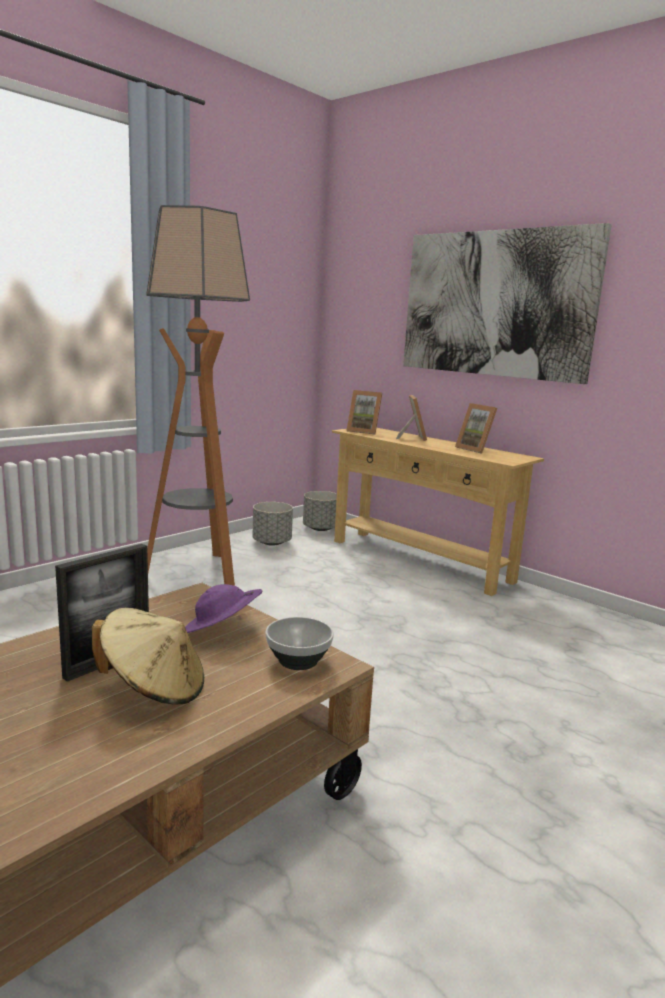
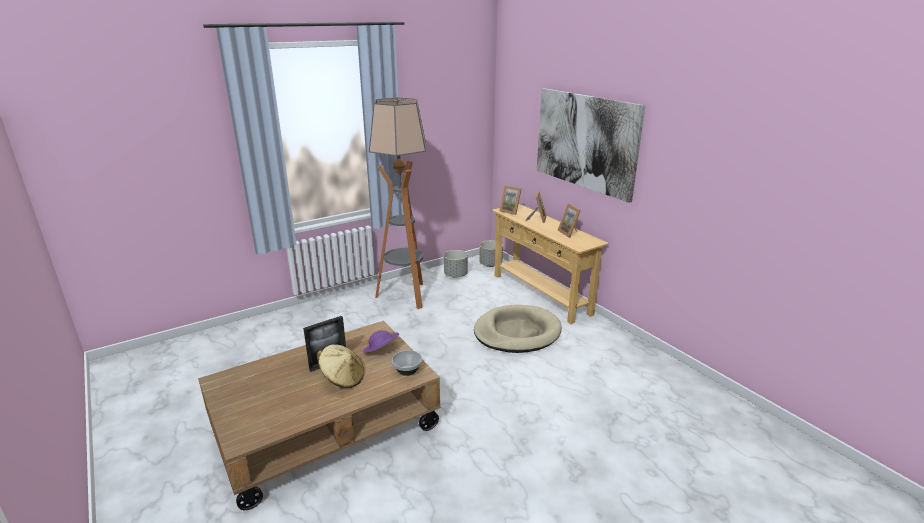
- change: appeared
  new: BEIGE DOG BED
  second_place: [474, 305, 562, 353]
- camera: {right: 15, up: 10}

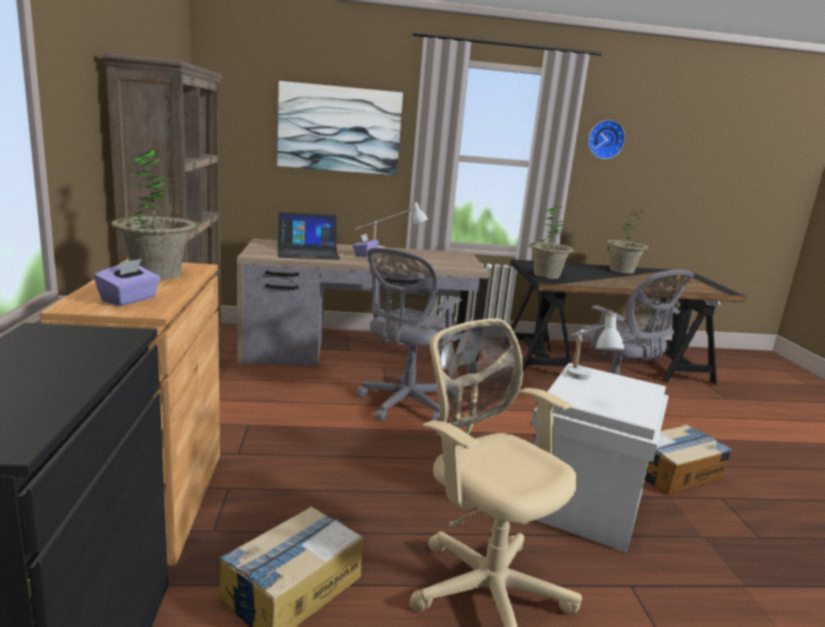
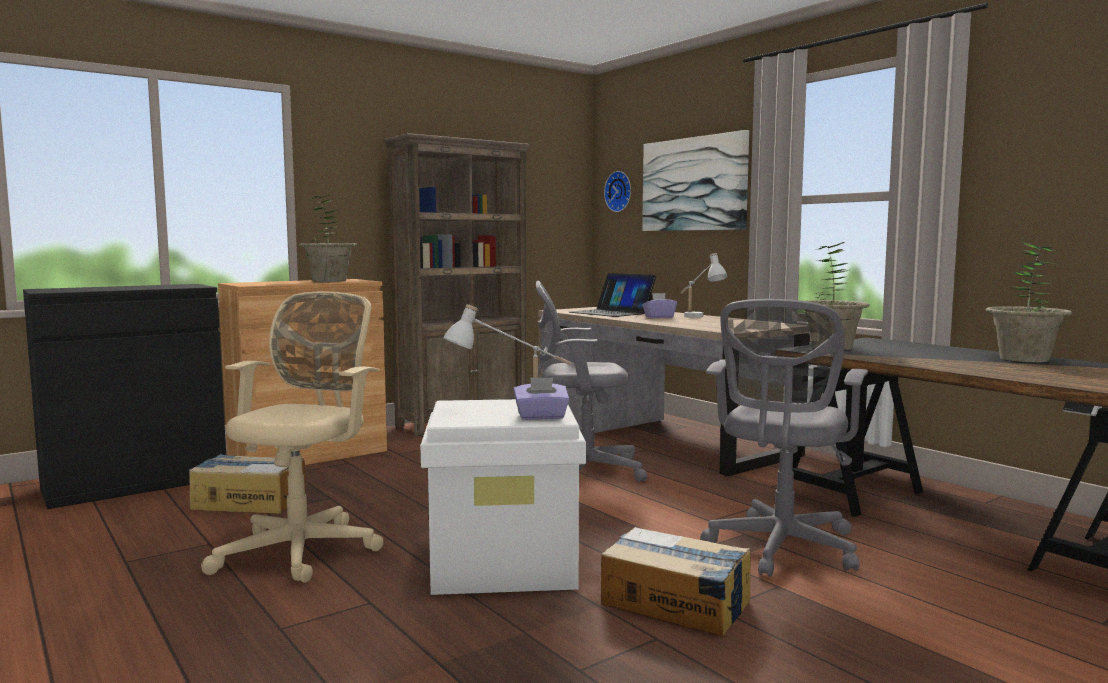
- change: relocated
  old: PURPLE TISSUE BOX
  first_place: [94, 259, 161, 306]
  second_place: [513, 377, 570, 420]
- change: relocated
  old: WALL CLOCK
  first_place: [588, 120, 625, 159]
  second_place: [604, 171, 631, 212]
- camera: {right: 60, up: -10}

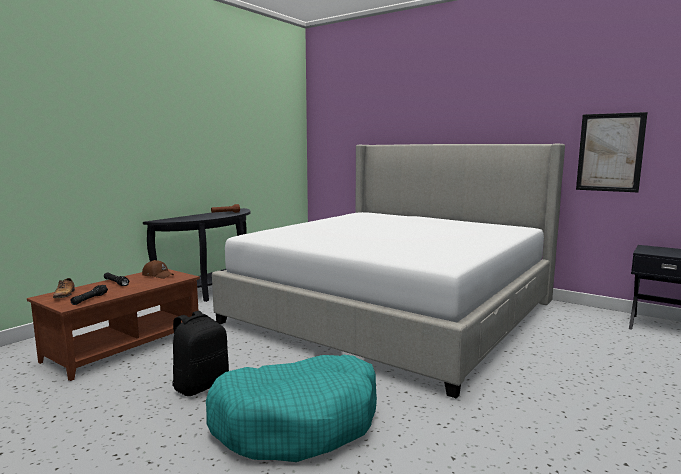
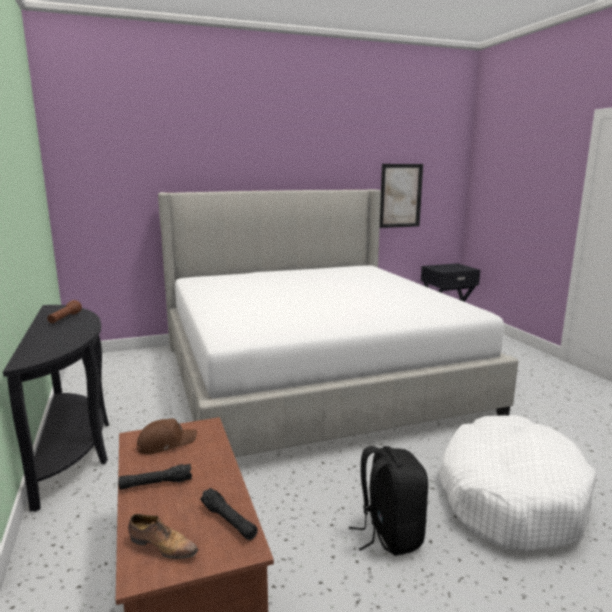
- change: colour
  old: TURQUOISE DOG BED
  new: WHITE DOG BED
  first_place: [206, 354, 377, 462]
  second_place: [439, 415, 596, 551]
- camera: {right: -55, up: 5}

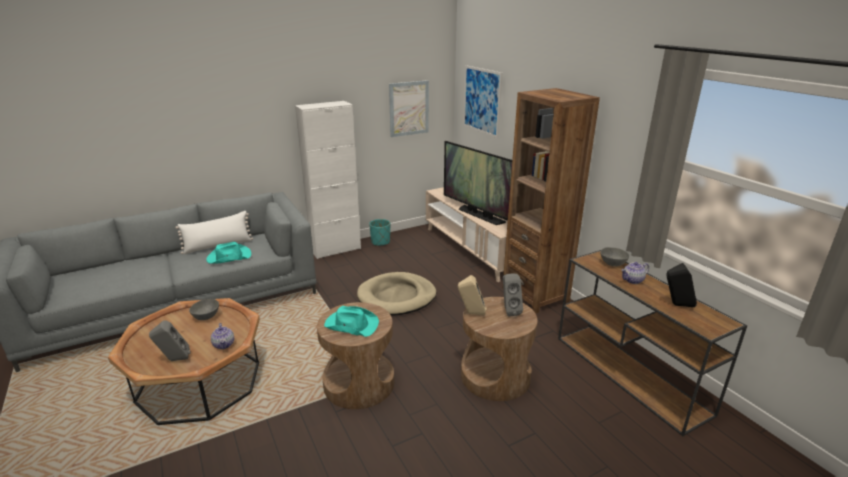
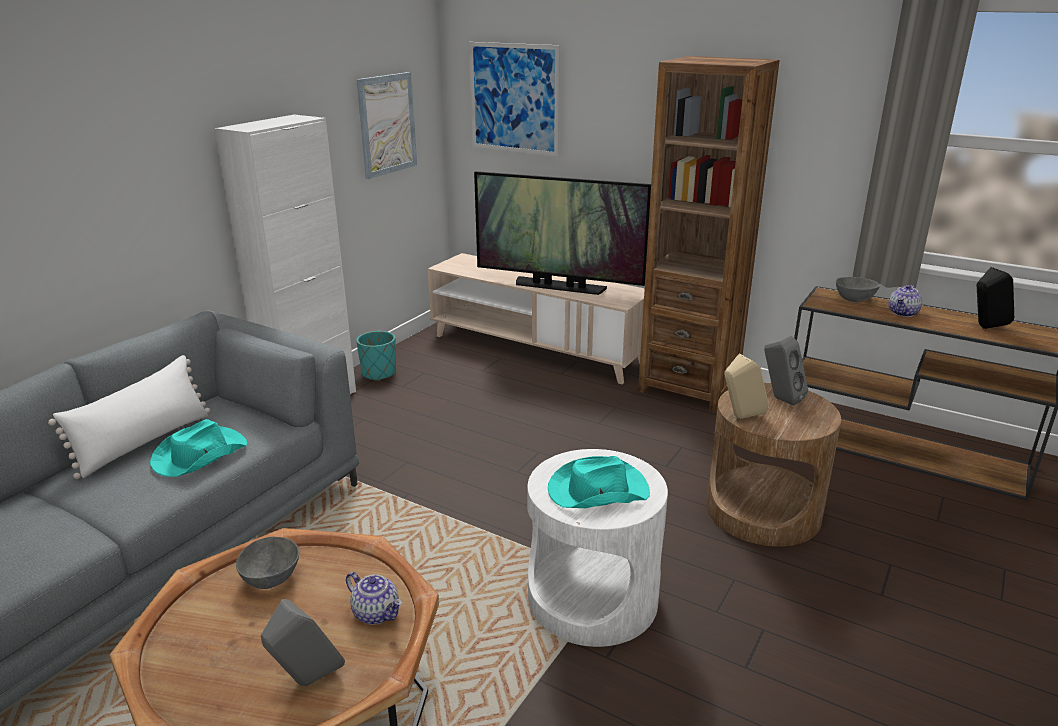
- change: missing
  old: BEIGE DOG BED
  first_place: [357, 272, 436, 315]
- change: colour
  old: BROWN SIDE TABLE
  new: WHITE SIDE TABLE
  first_place: [317, 302, 394, 409]
  second_place: [528, 449, 668, 647]
- camera: {right: -30, up: 0}

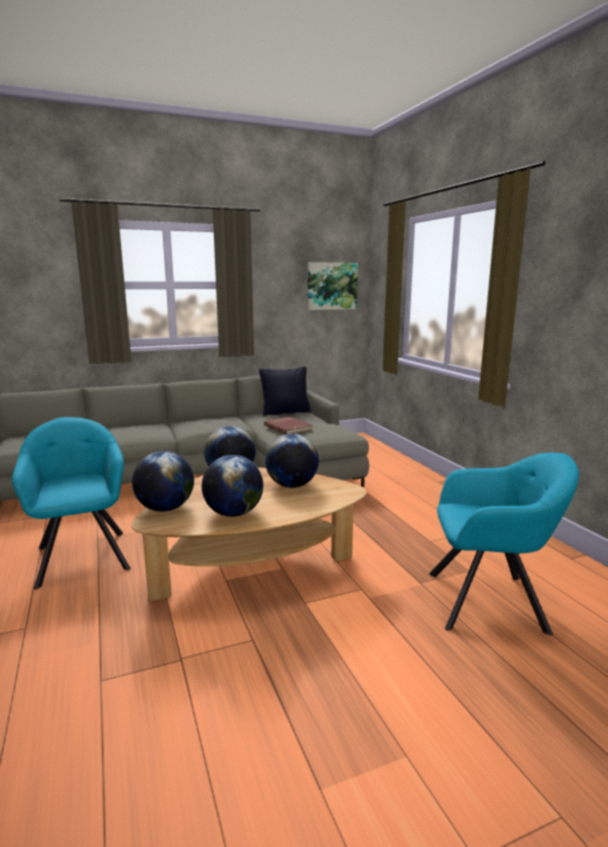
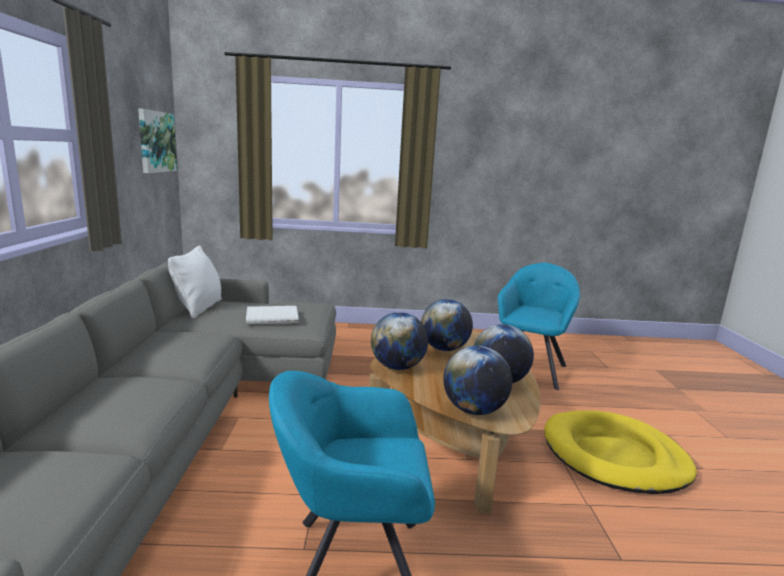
- change: appeared
  new: YELLOW DOG BED
  second_place: [544, 410, 697, 494]
- change: colour
  old: BLACK PILLOW
  new: WHITE PILLOW
  first_place: [259, 366, 311, 416]
  second_place: [168, 246, 222, 319]
- change: colour
  old: RED BOOK
  new: WHITE BOOK
  first_place: [264, 417, 313, 434]
  second_place: [246, 306, 299, 324]
- camera: {right: -70, up: 0}

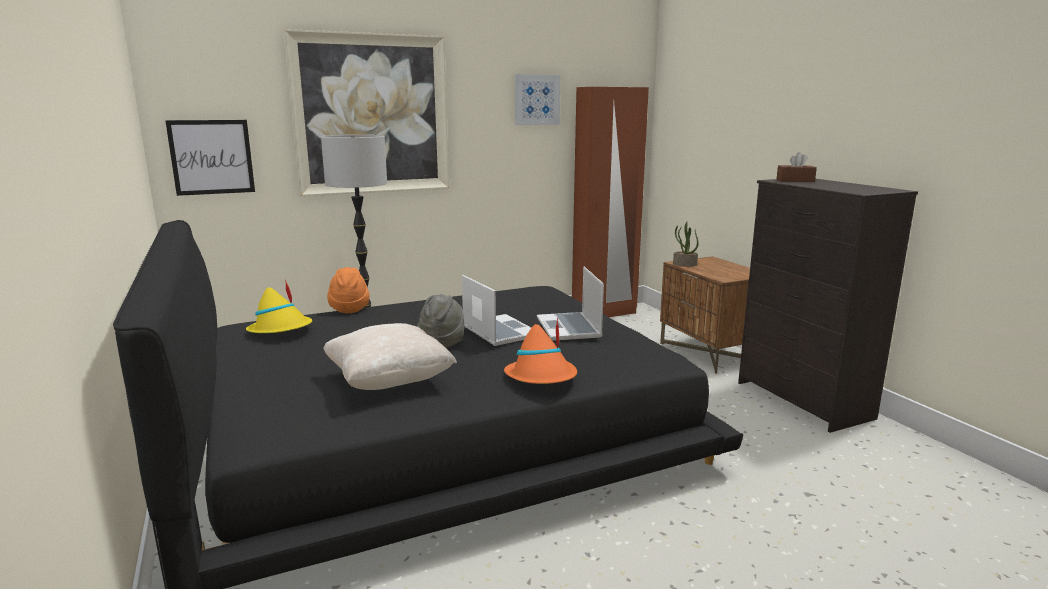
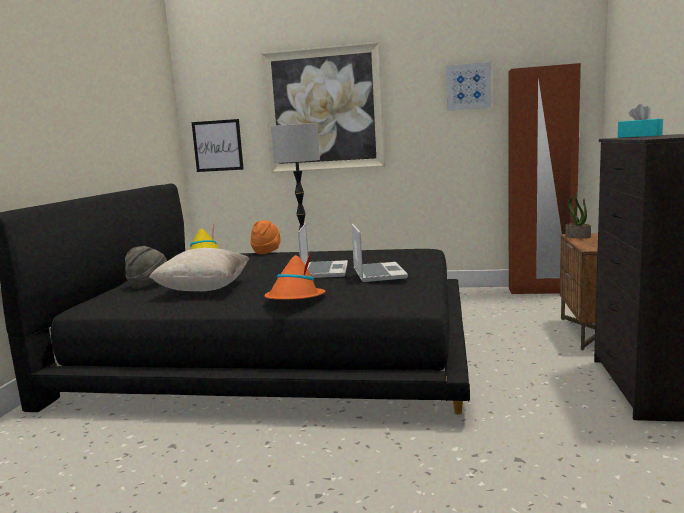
- change: relocated
  old: GREY HAT
  first_place: [417, 294, 464, 348]
  second_place: [125, 246, 167, 289]
- change: colour
  old: BROWN TISSUE BOX
  new: TURQUOISE TISSUE BOX
  first_place: [777, 152, 817, 182]
  second_place: [617, 104, 663, 138]
- change: spun
  old: LAPTOP
  first_place: [537, 267, 604, 341]
  second_place: [351, 224, 408, 282]
  degrees: 150
- camera: {right: 35, up: -5}

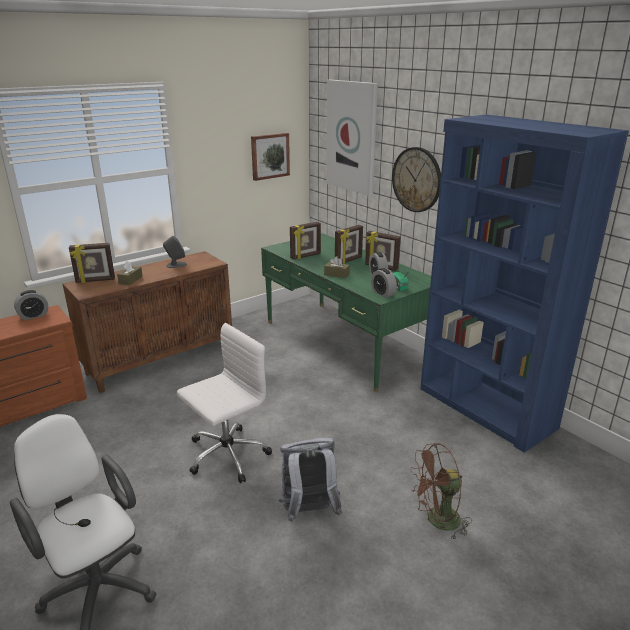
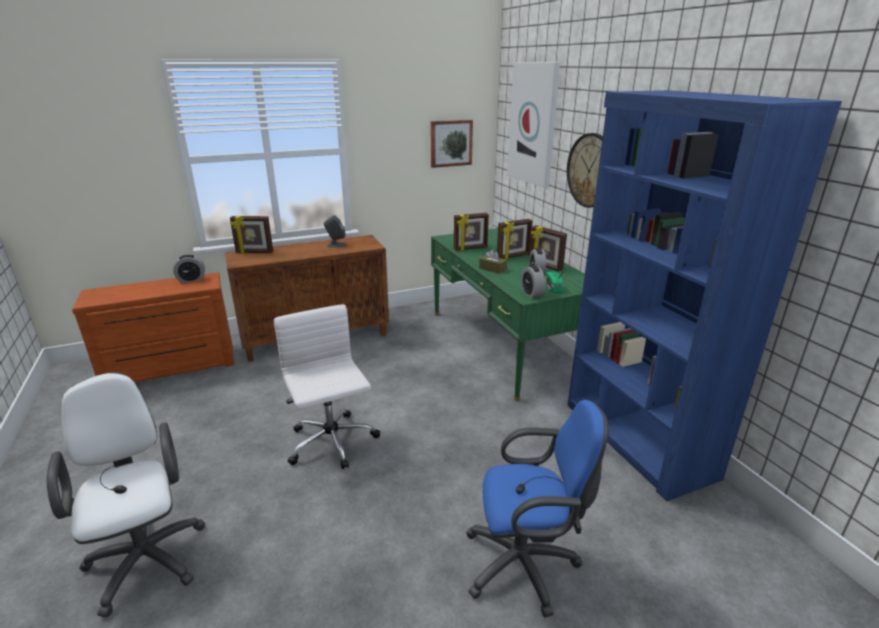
- change: missing
  old: BROWN TISSUE BOX
  first_place: [117, 261, 143, 285]
- change: missing
  old: GREY BACKPACK
  first_place: [279, 438, 342, 522]
- change: exchanged
  old: BROWN FAN
  new: BLUE OFFICE CHAIR
  first_place: [410, 443, 472, 540]
  second_place: [466, 400, 609, 617]
- change: spun
  old: WHITE OFFICE CHAIR
  first_place: [177, 323, 272, 483]
  second_place: [274, 304, 380, 469]
  degrees: -90
- camera: {right: 15, up: 0}

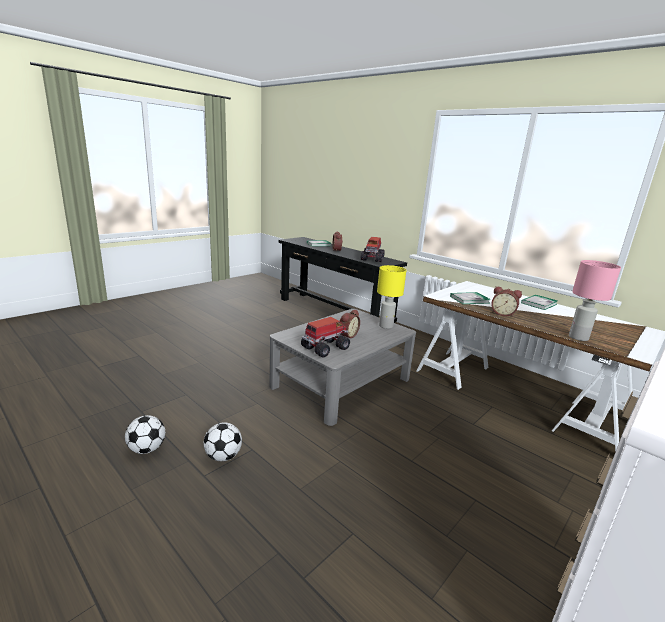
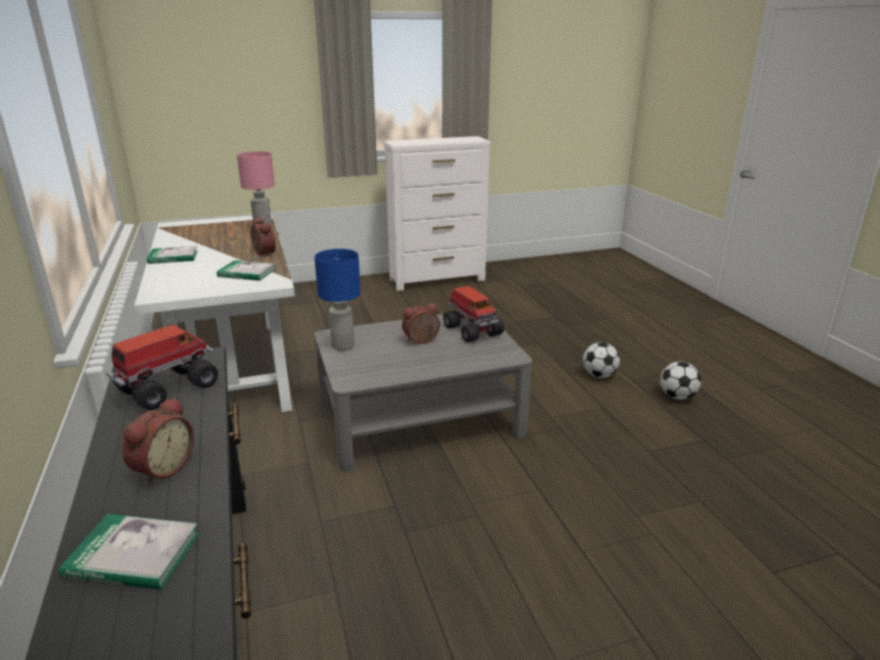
- change: colour
  old: YELLOW TABLE LAMP
  new: BLUE TABLE LAMP
  first_place: [377, 265, 407, 329]
  second_place: [314, 249, 361, 351]
- change: spun
  old: TOY TRUCK
  first_place: [301, 317, 350, 357]
  second_place: [443, 286, 504, 342]
  degrees: -105
- camera: {right: -150, up: 5}

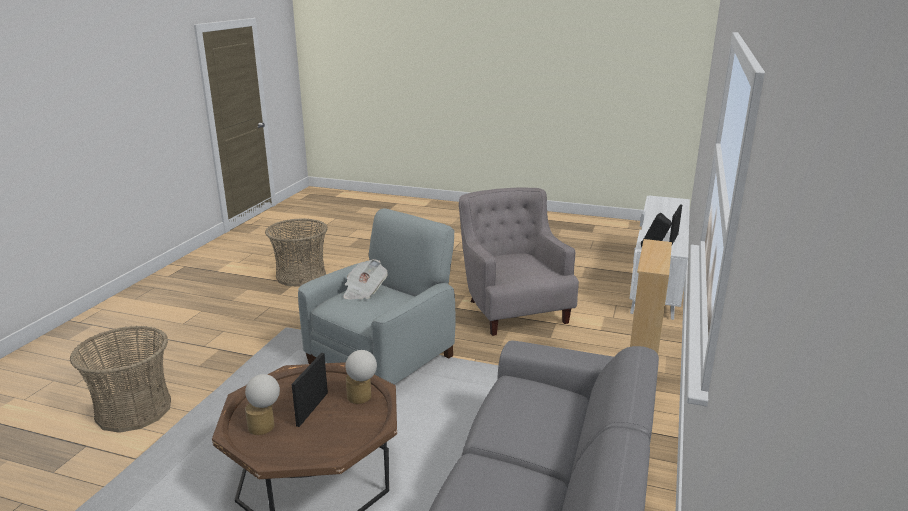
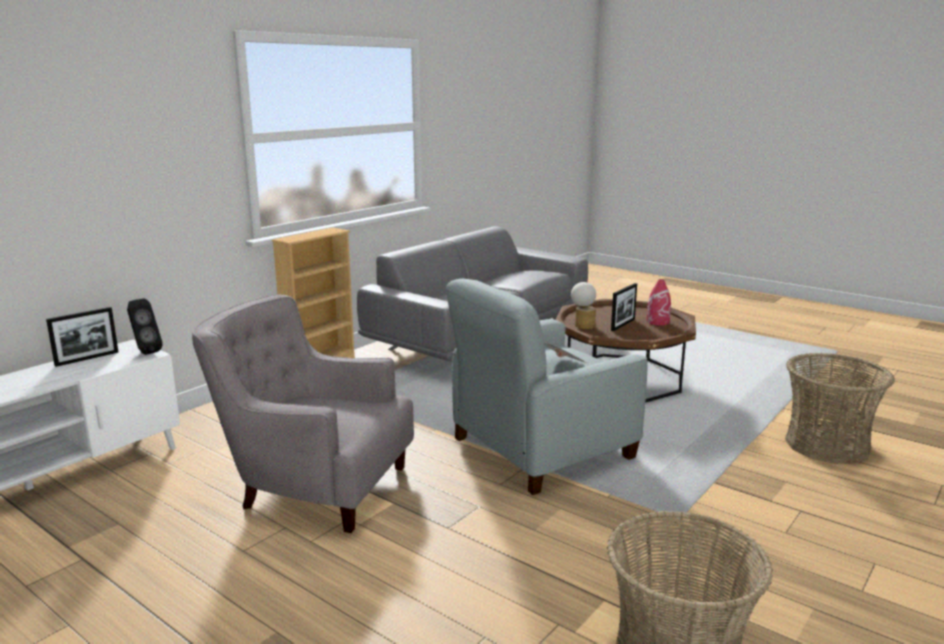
- change: exchanged
  old: TABLE LAMP
  new: RED VASE
  first_place: [245, 374, 280, 435]
  second_place: [647, 279, 671, 325]
- change: spun
  old: GREY ARMCHAIR
  first_place: [459, 188, 579, 336]
  second_place: [192, 295, 414, 533]
  degrees: 105
- camera: {right: -160, up: -5}

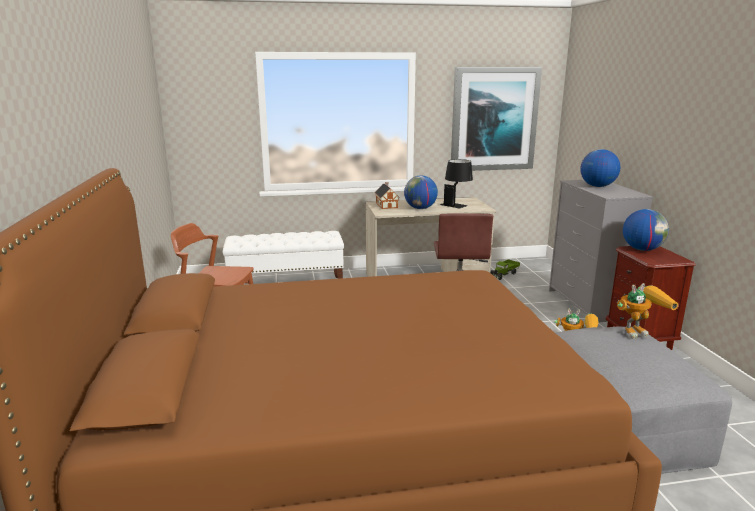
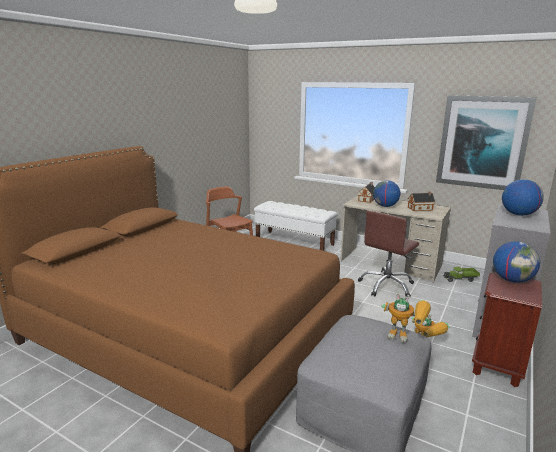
- change: exchanged
  old: BLACK TABLE LAMP
  new: TOY HOUSE
  first_place: [440, 159, 473, 208]
  second_place: [408, 192, 435, 211]
- camera: {right: 40, up: 0}

